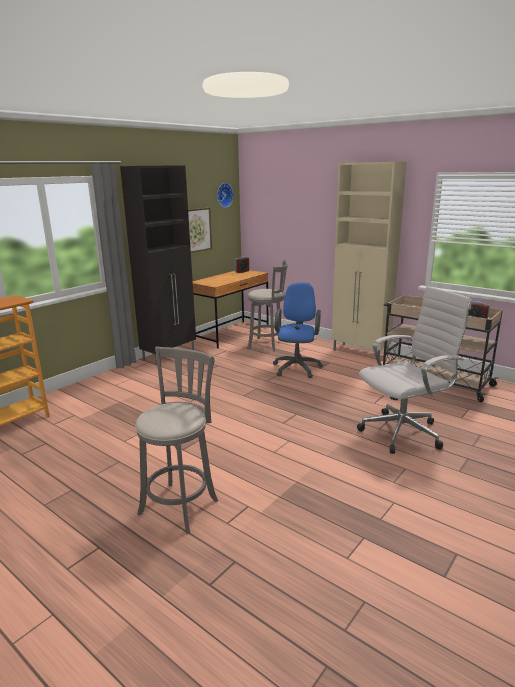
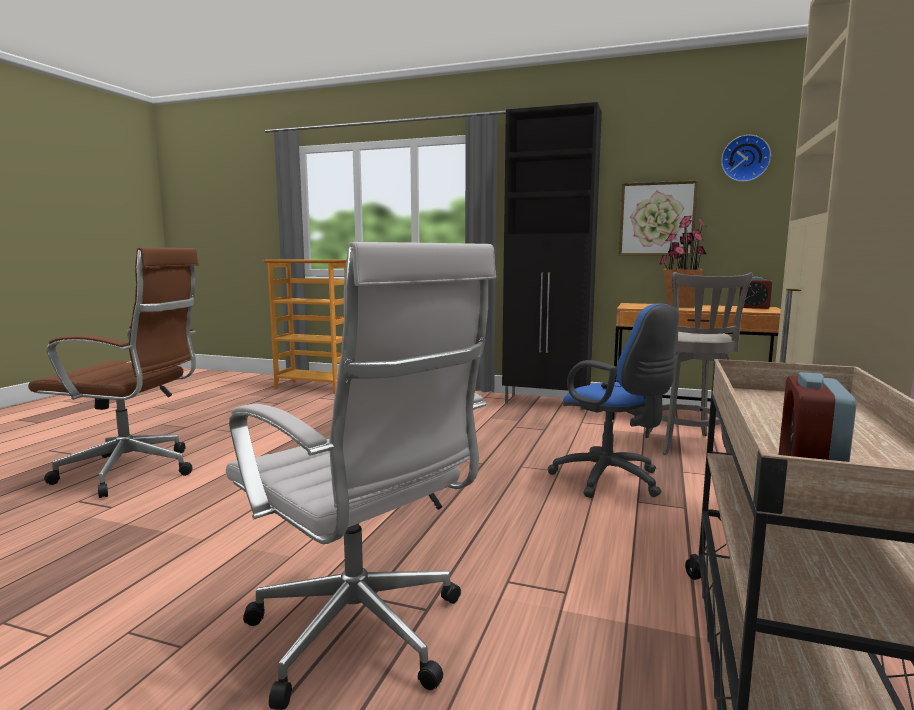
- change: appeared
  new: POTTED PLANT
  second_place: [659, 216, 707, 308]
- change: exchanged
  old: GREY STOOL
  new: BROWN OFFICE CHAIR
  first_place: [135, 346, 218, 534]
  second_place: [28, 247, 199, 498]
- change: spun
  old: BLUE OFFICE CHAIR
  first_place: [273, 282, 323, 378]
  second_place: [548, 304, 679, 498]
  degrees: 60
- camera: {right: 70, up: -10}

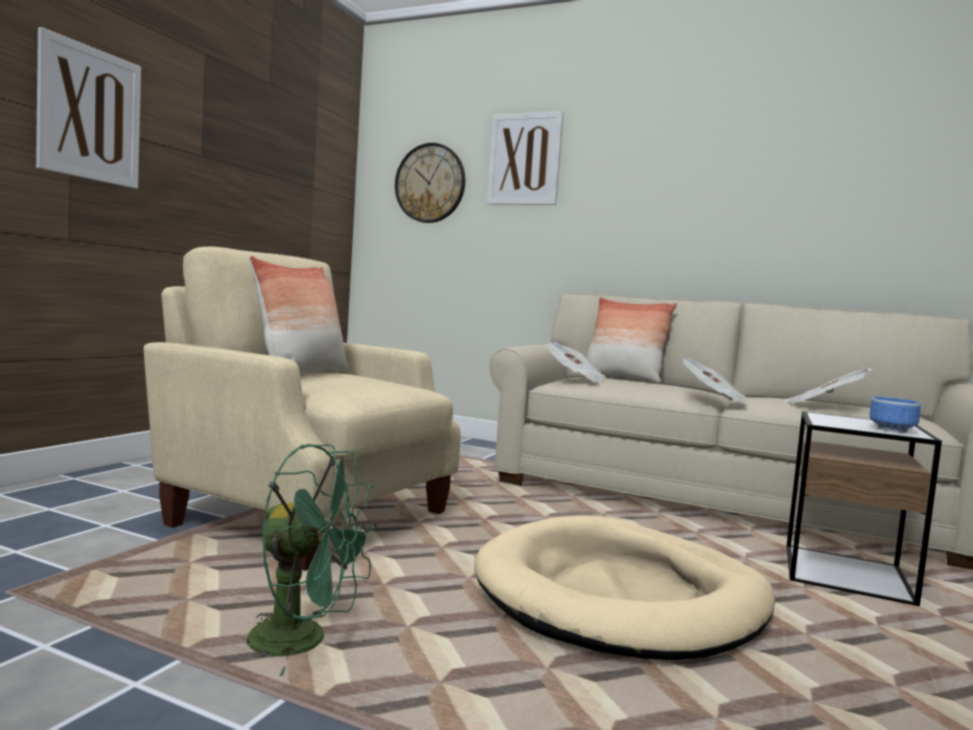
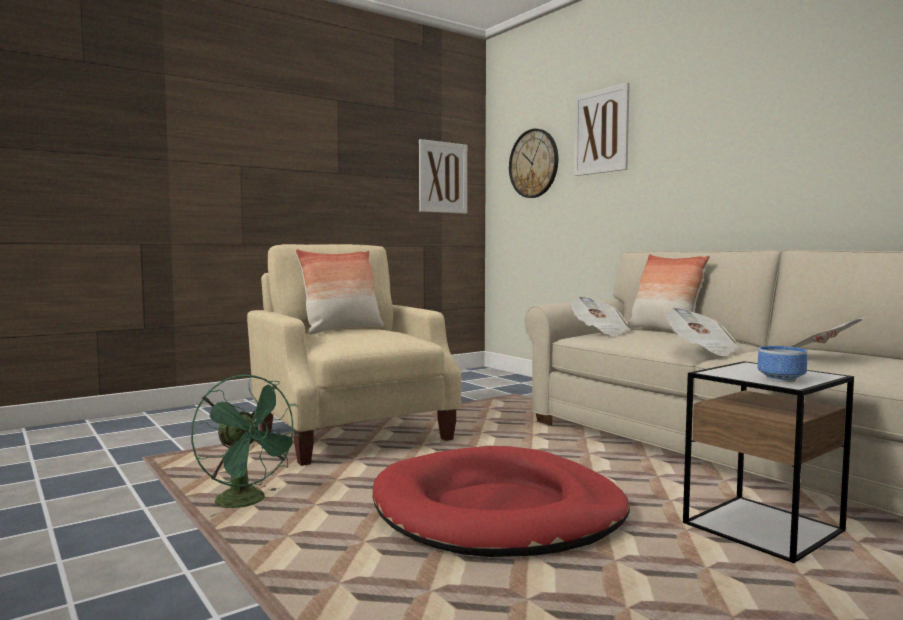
- change: relocated
  old: PICTURE
  first_place: [36, 27, 141, 189]
  second_place: [419, 139, 467, 214]
- change: colour
  old: BEIGE DOG BED
  new: RED DOG BED
  first_place: [474, 516, 775, 660]
  second_place: [373, 446, 630, 557]
- camera: {right: 30, up: 0}

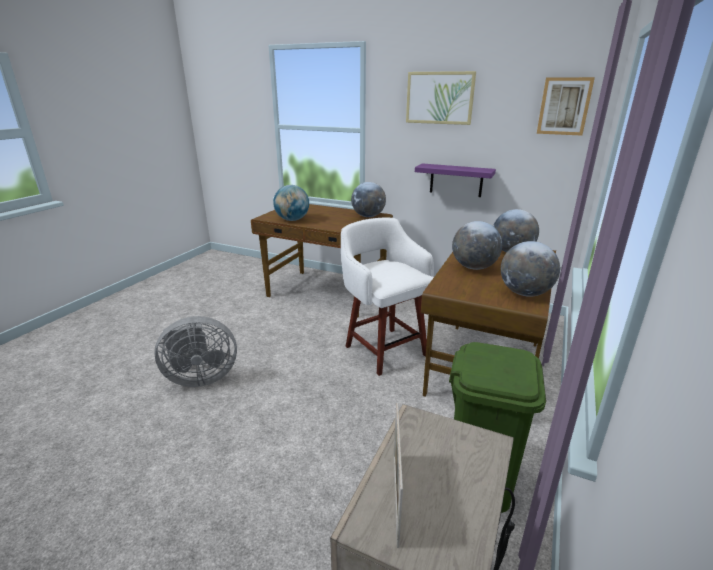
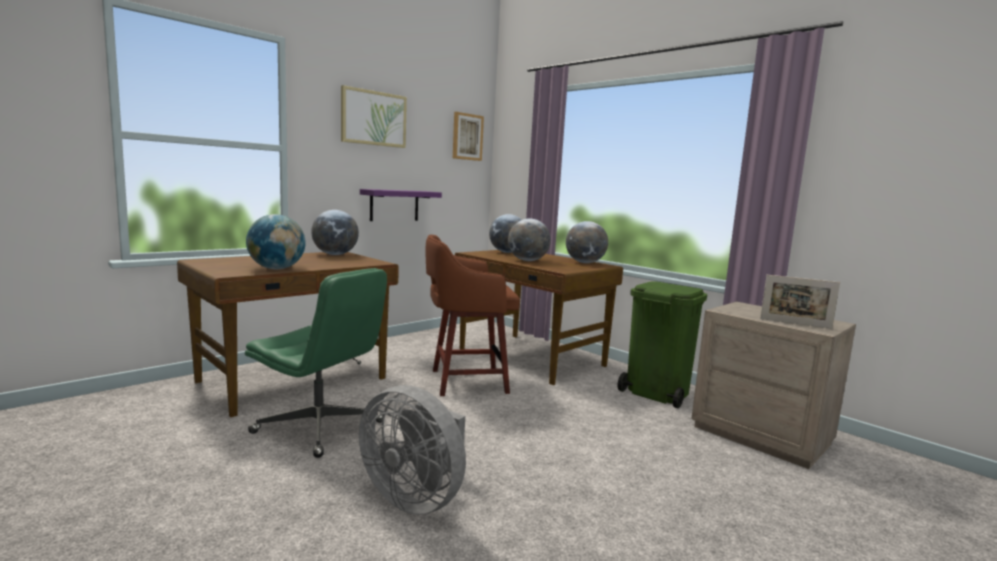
- change: appeared
  new: GREEN OFFICE CHAIR
  second_place: [245, 268, 387, 458]
- change: colour
  old: WHITE STOOL
  new: BROWN STOOL
  first_place: [341, 218, 434, 376]
  second_place: [426, 235, 520, 396]
- change: spun
  old: GREY FAN
  first_place: [154, 316, 237, 387]
  second_place: [359, 385, 466, 515]
  degrees: 120
- camera: {right: -70, up: -15}

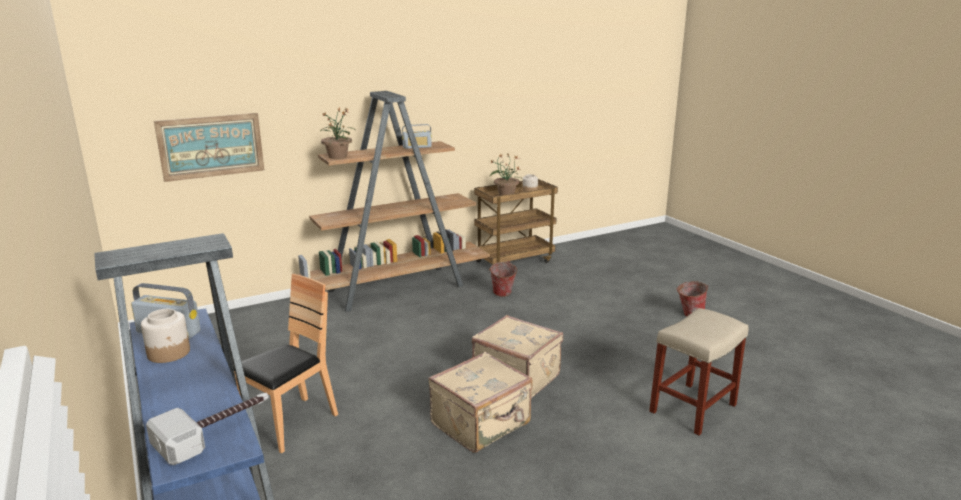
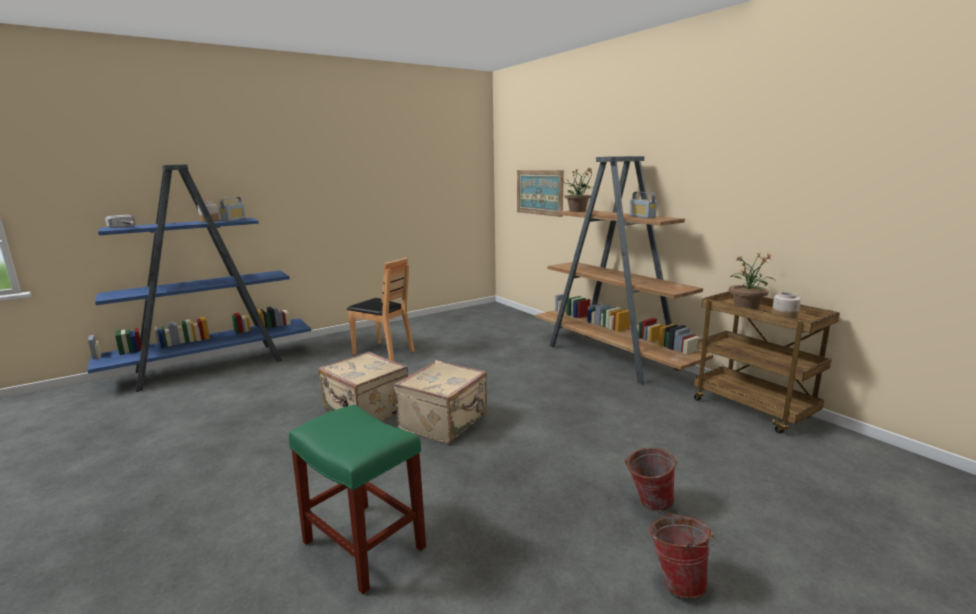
- change: relocated
  old: BUCKET
  first_place: [488, 261, 517, 297]
  second_place: [625, 447, 678, 511]
- change: colour
  old: BEIGE STOOL
  new: GREEN STOOL
  first_place: [649, 308, 749, 435]
  second_place: [289, 404, 426, 594]
- camera: {right: 85, up: -5}

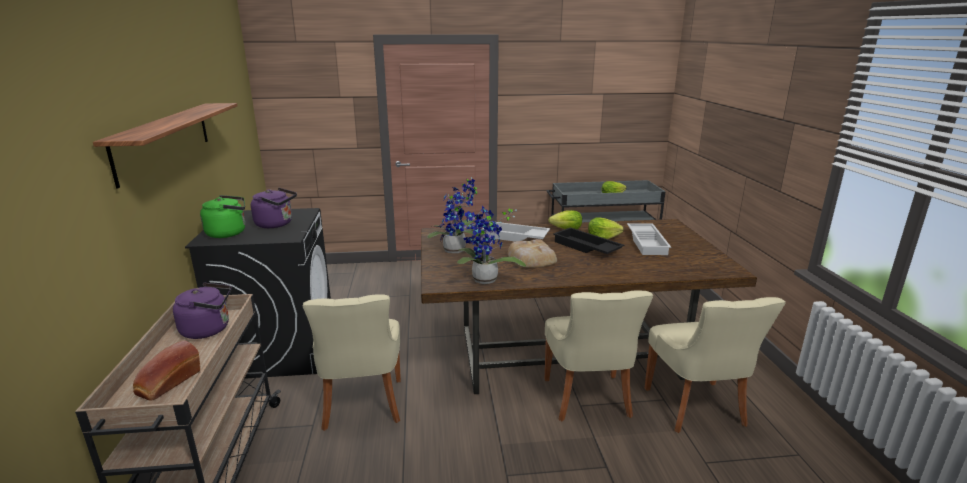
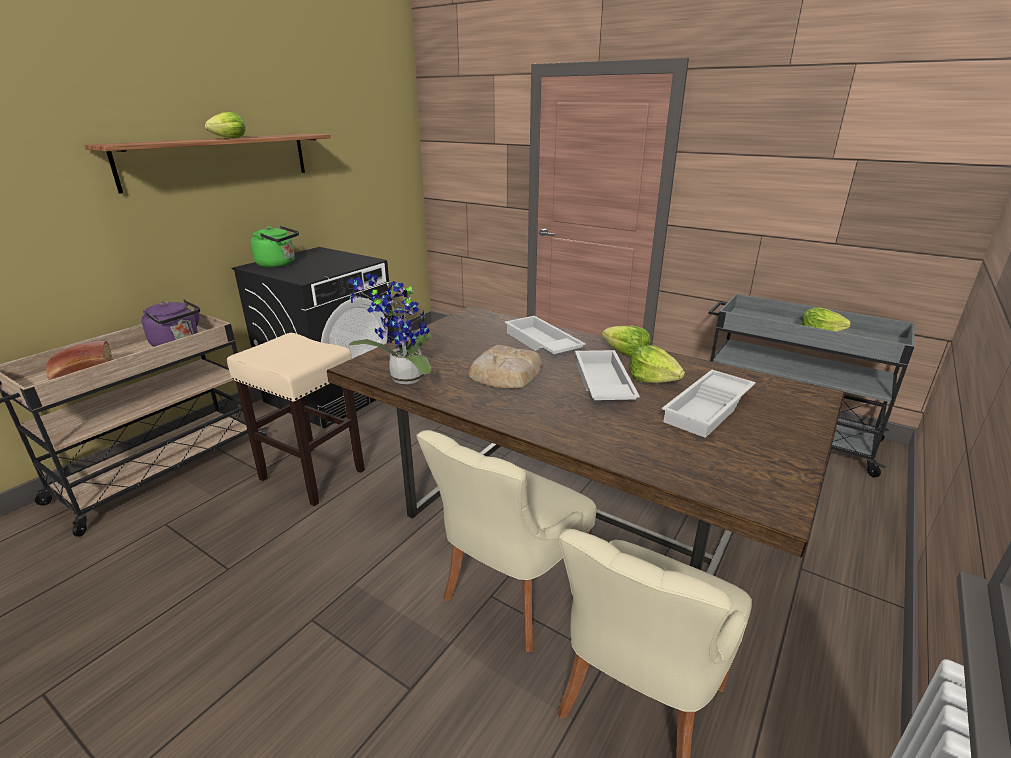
- change: missing
  old: PURPLE KETTLE
  first_place: [251, 188, 297, 228]
- change: missing
  old: POTTED PLANT
  first_place: [427, 177, 478, 253]
- change: appeared
  new: LETTUCE
  second_place: [204, 112, 246, 138]
- change: exchanged
  old: BEIGE CHAIR
  new: BEIGE STOOL
  first_place: [303, 295, 401, 431]
  second_place: [227, 333, 365, 506]
- change: colour
  old: BLACK TRAY
  new: WHITE TRAY
  first_place: [553, 227, 624, 254]
  second_place: [575, 350, 640, 400]
- camera: {right: 40, up: 5}

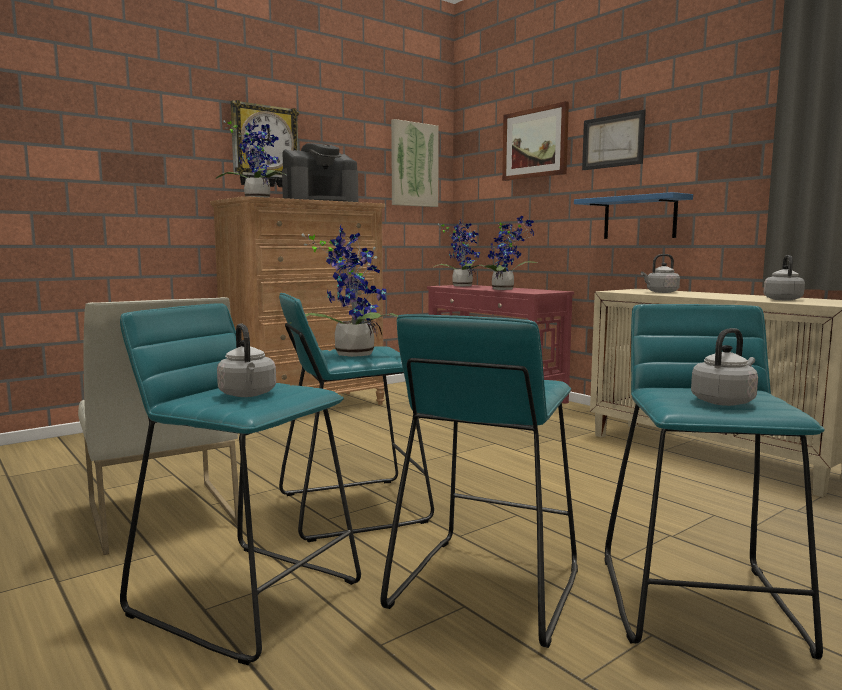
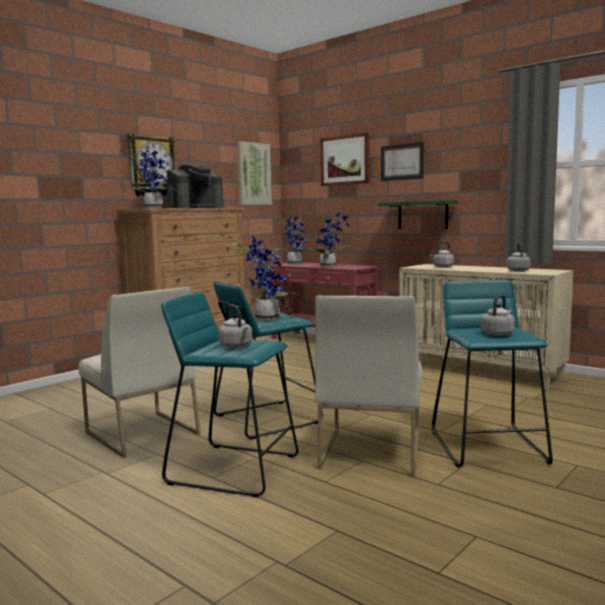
- change: exchanged
  old: TURQUOISE STOOL
  new: WHITE CHAIR
  first_place: [380, 314, 578, 648]
  second_place: [315, 295, 422, 476]
- change: colour
  old: BLUE SHELF
  new: GREEN SHELF
  first_place: [574, 192, 693, 239]
  second_place: [378, 200, 458, 229]
- camera: {right: -10, up: 0}

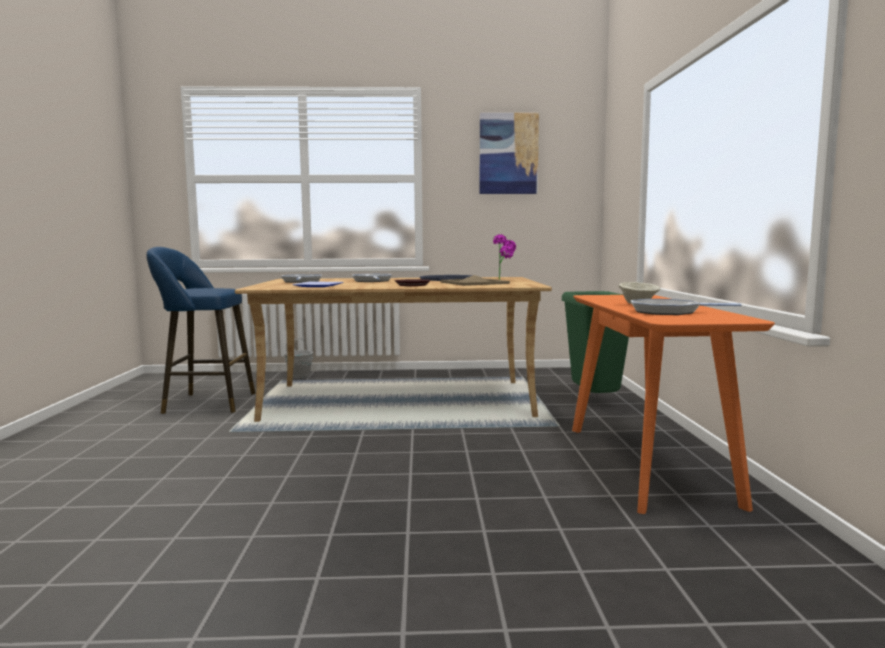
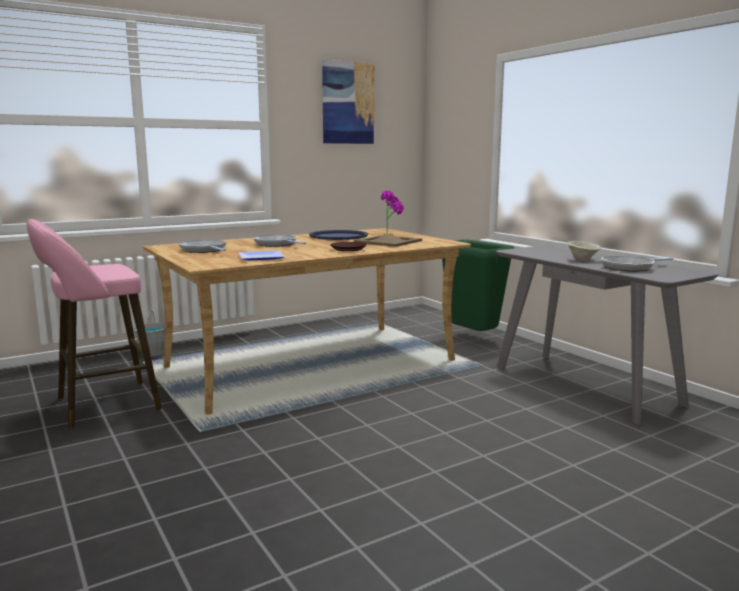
- change: colour
  old: BLUE STOOL
  new: PINK STOOL
  first_place: [146, 247, 255, 414]
  second_place: [27, 219, 162, 428]
- change: colour
  old: ORANGE CONSOLE TABLE
  new: GREY CONSOLE TABLE
  first_place: [572, 295, 775, 514]
  second_place: [496, 246, 719, 425]
- camera: {right: -30, up: 5}

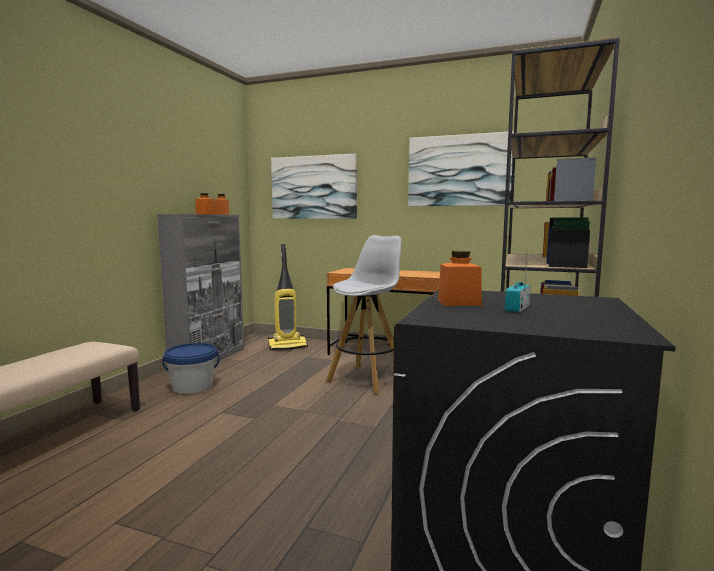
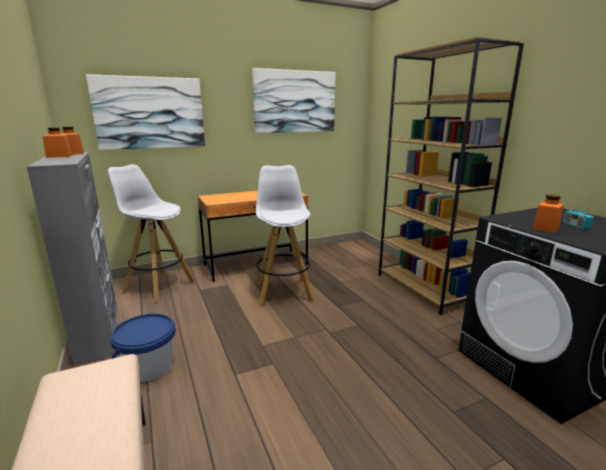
- change: exchanged
  old: VACUUM CLEANER
  new: WHITE STOOL
  first_place: [268, 244, 308, 351]
  second_place: [108, 164, 195, 302]
- camera: {right: -45, up: 10}

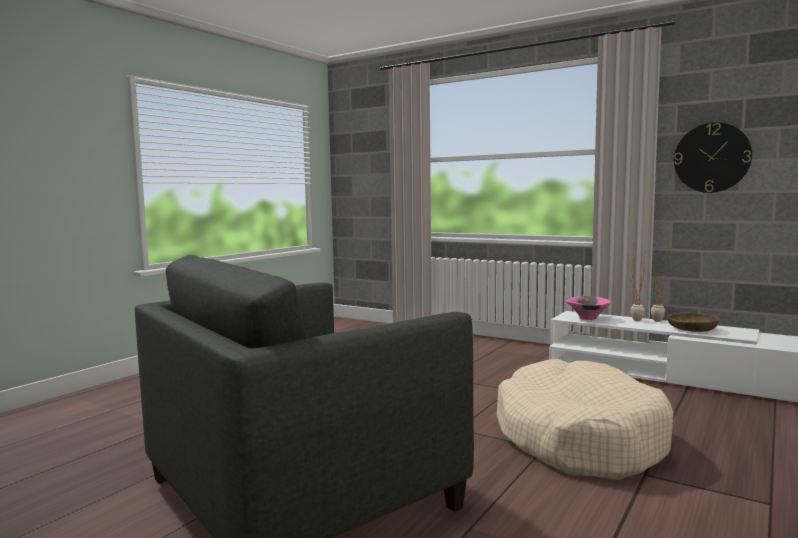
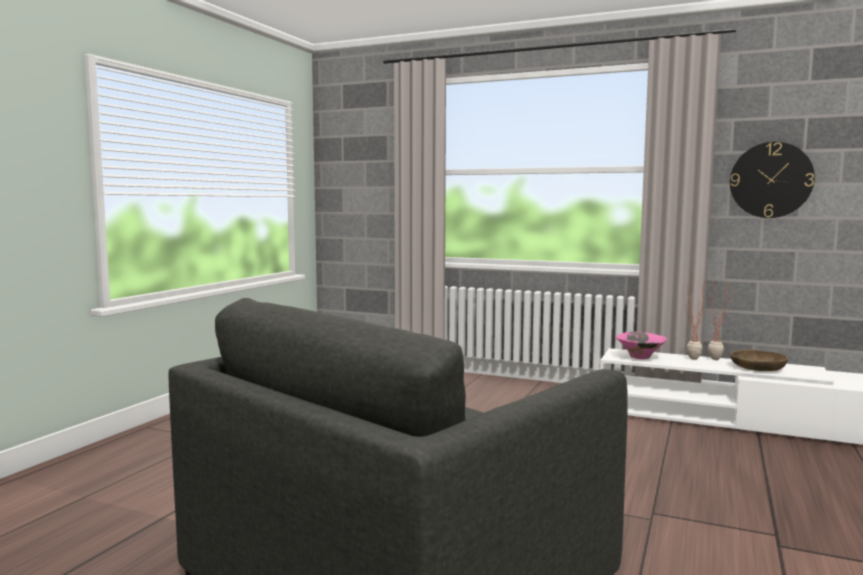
- change: missing
  old: BEIGE DOG BED
  first_place: [497, 359, 674, 480]
- camera: {right: -10, up: 0}

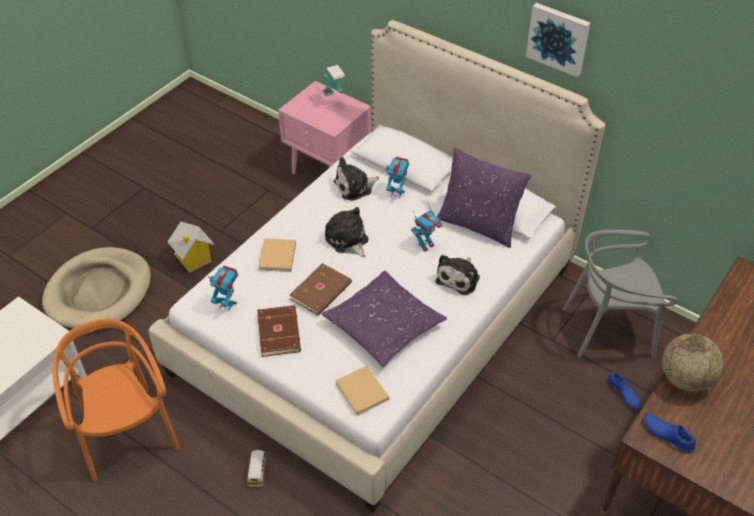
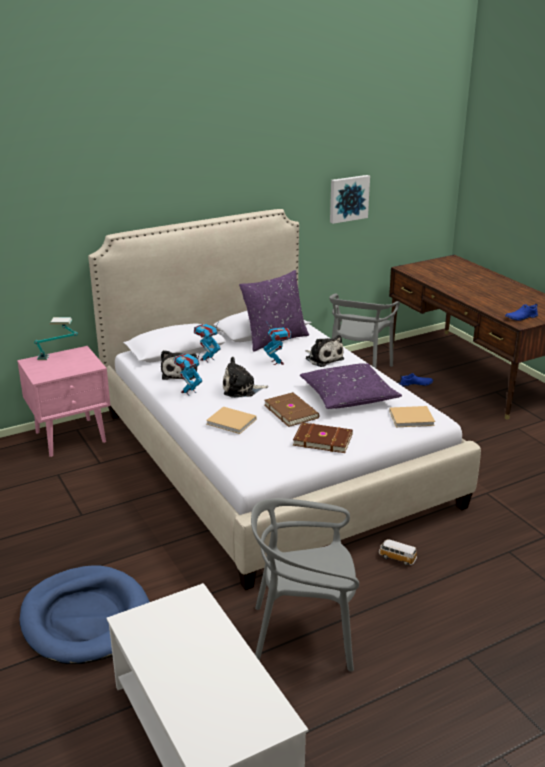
- change: missing
  old: TOY HOUSE
  first_place: [168, 221, 214, 273]
- change: missing
  old: GLOBE
  first_place: [662, 334, 723, 392]
- change: relocated
  old: TOY ROBOT
  first_place: [206, 265, 238, 311]
  second_place: [174, 354, 202, 396]
- change: relocated
  old: PICTURE
  first_place: [526, 3, 591, 77]
  second_place: [330, 175, 370, 224]
- change: colour
  old: BEIGE DOG BED
  new: BLUE DOG BED
  first_place: [42, 247, 151, 330]
  second_place: [20, 565, 150, 664]
- change: colour
  old: ORANGE CHAIR
  new: GREY CHAIR
  first_place: [53, 318, 180, 481]
  second_place: [251, 498, 359, 671]
- camera: {right: -65, up: -20}

